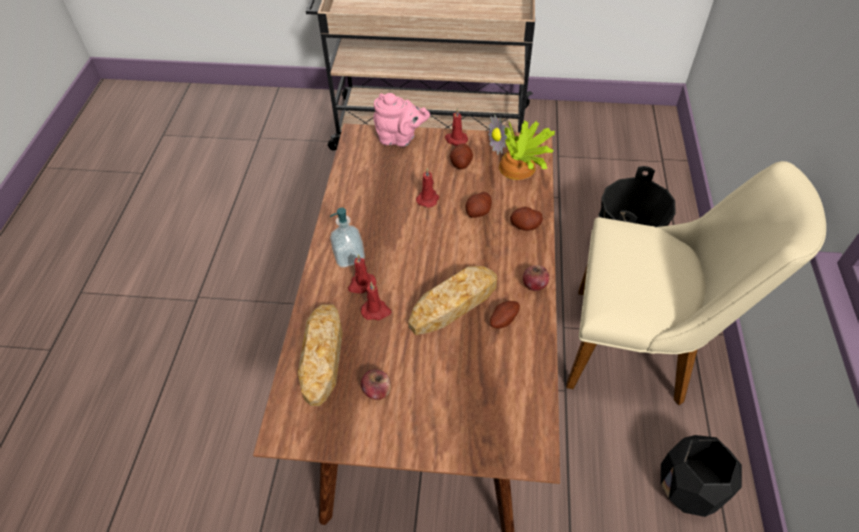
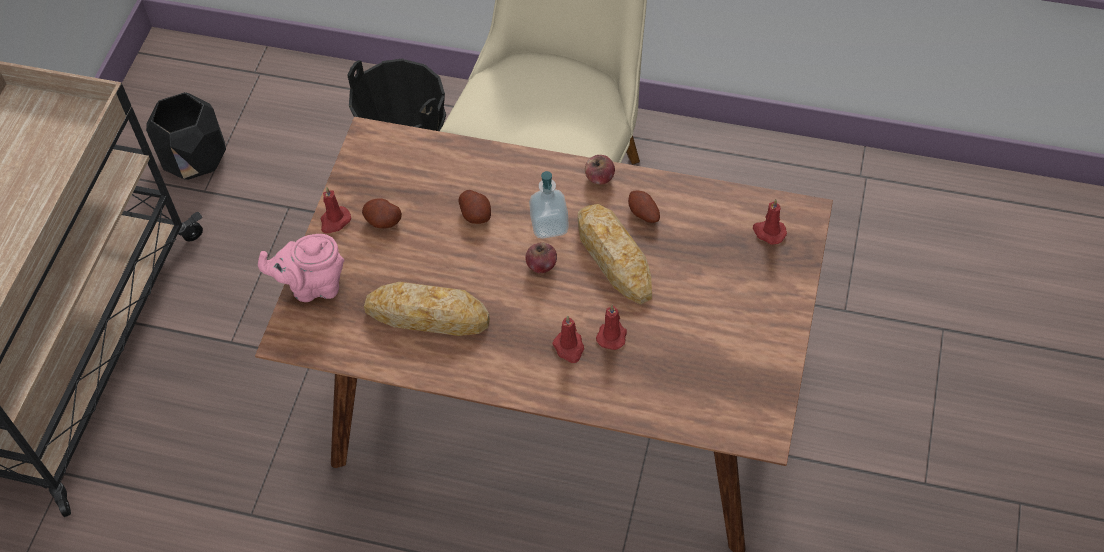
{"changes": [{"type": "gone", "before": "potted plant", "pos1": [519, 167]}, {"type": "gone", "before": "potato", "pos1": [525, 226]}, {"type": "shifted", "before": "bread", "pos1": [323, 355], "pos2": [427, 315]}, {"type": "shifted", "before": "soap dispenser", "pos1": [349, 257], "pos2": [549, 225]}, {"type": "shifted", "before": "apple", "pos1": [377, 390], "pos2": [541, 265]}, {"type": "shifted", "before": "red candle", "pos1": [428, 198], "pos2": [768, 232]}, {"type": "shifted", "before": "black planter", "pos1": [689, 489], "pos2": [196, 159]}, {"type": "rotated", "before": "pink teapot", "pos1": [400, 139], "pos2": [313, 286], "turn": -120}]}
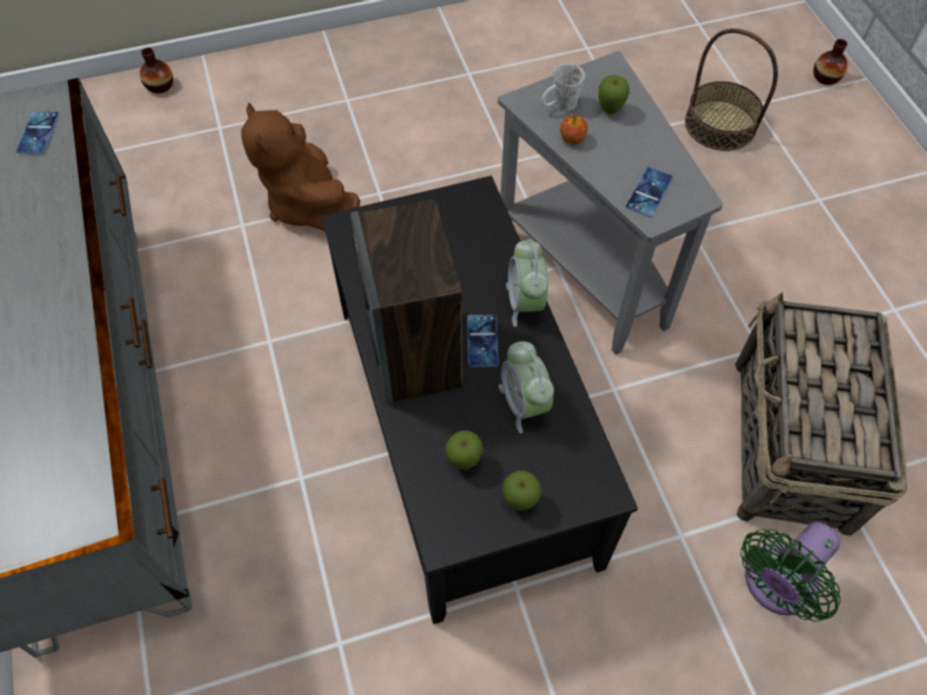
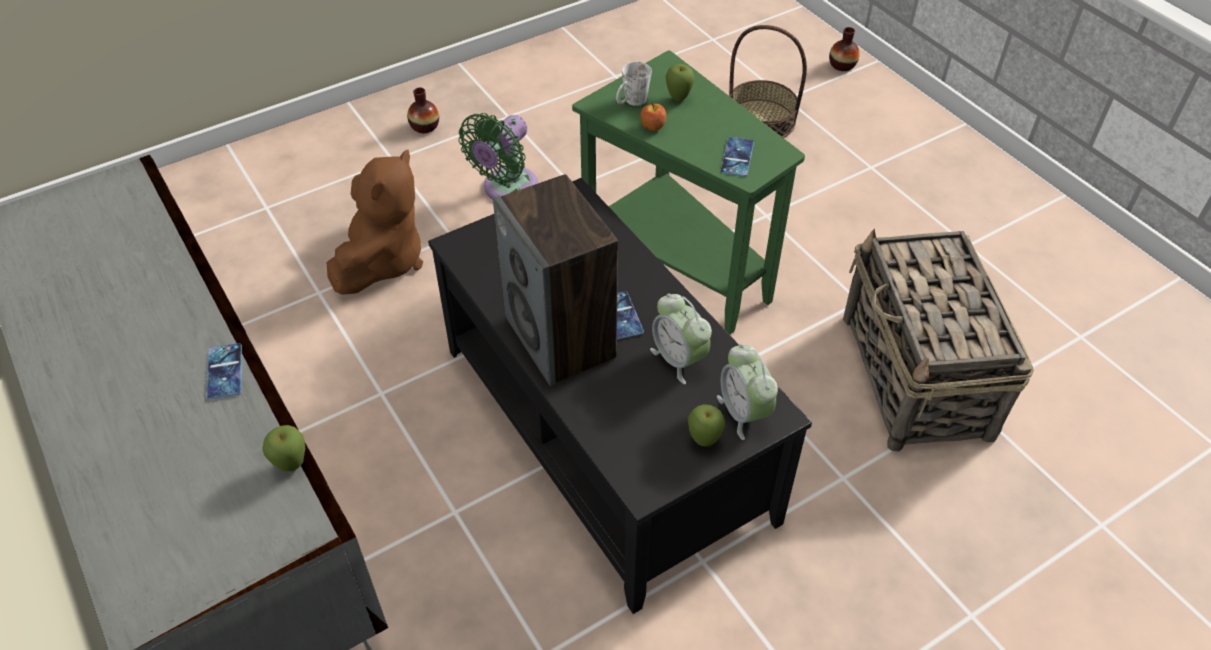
{"changes": [{"type": "shifted", "before": "phone", "pos1": [38, 133], "pos2": [225, 371]}, {"type": "shifted", "before": "vase", "pos1": [160, 86], "pos2": [424, 126]}, {"type": "shifted", "before": "apple", "pos1": [464, 462], "pos2": [292, 465]}, {"type": "shifted", "before": "alarm clock", "pos1": [525, 303], "pos2": [744, 413]}, {"type": "shifted", "before": "green fan", "pos1": [775, 585], "pos2": [507, 189]}, {"type": "repainted", "before": "grey side table", "after": "green side table", "pos1": [585, 268], "pos2": [676, 265]}, {"type": "rotated", "before": "brown plush toy", "pos1": [308, 205], "pos2": [382, 261], "turn": -120}]}
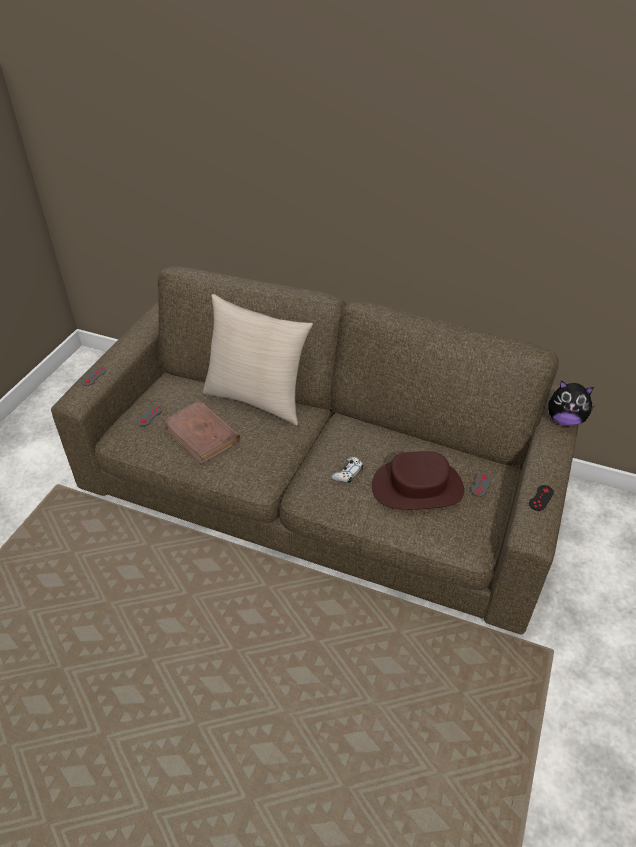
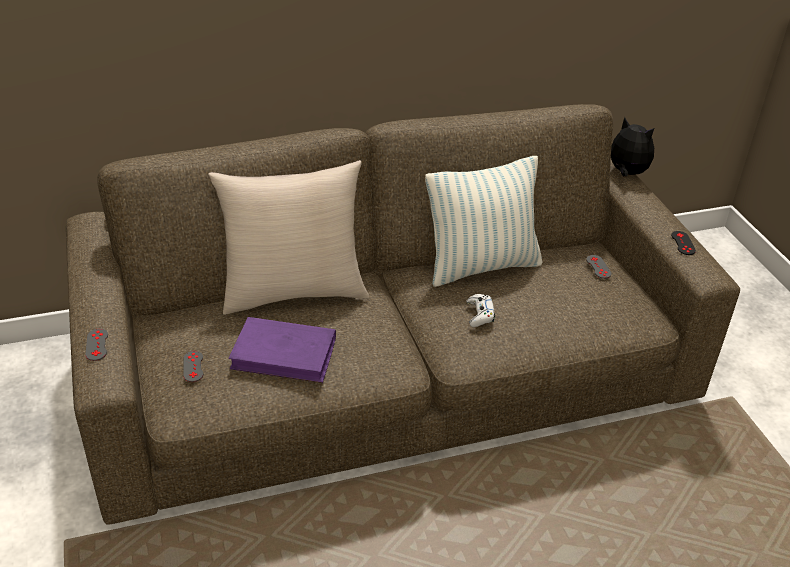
{"changes": [{"type": "gone", "before": "brown hat", "pos1": [417, 488]}, {"type": "new", "after": "pillow", "pos2": [481, 266]}, {"type": "repainted", "before": "brown book", "after": "purple book", "pos1": [201, 435], "pos2": [284, 354]}, {"type": "rotated", "before": "plush toy", "pos1": [565, 420], "pos2": [626, 173], "turn": -120}]}
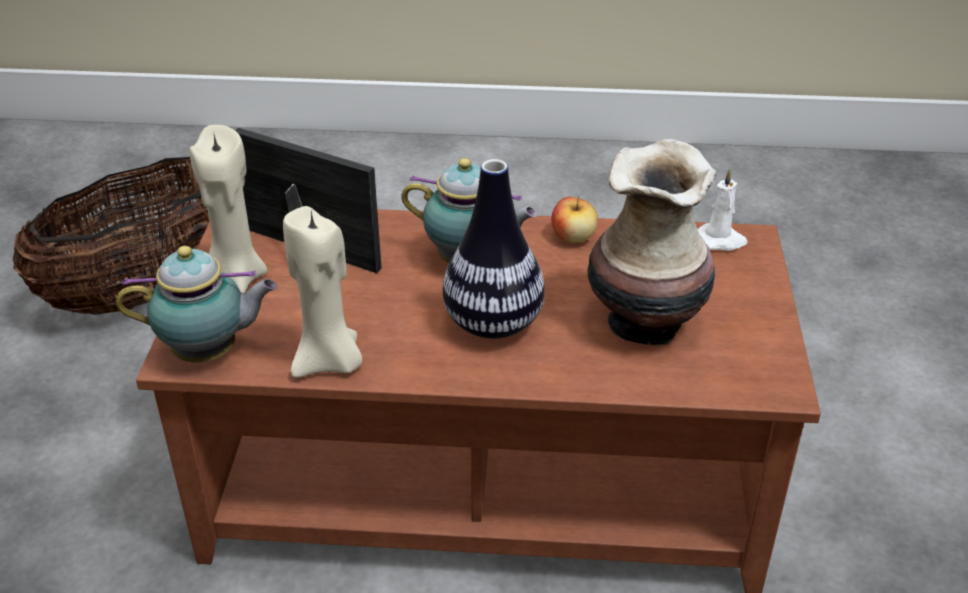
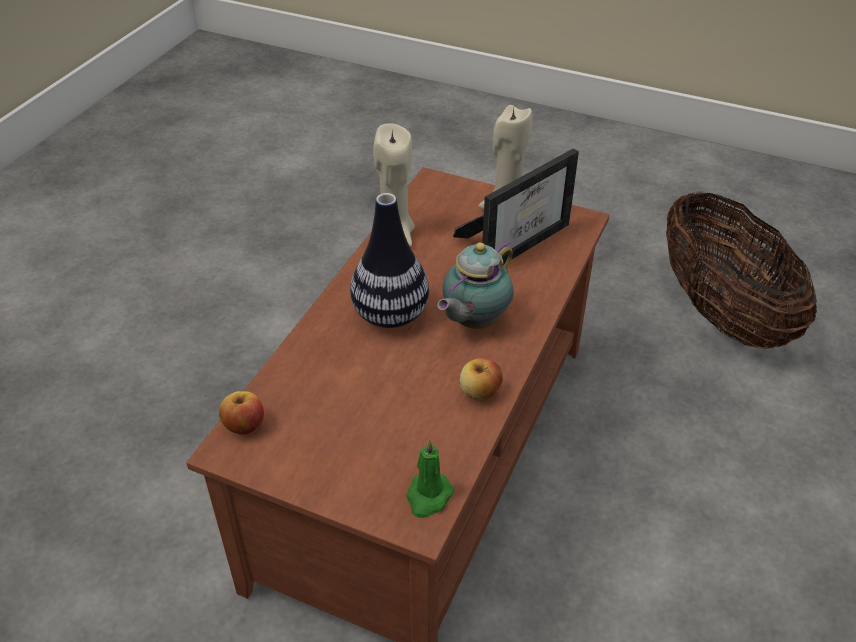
{"changes": [{"type": "gone", "before": "teapot", "pos1": [210, 353]}, {"type": "gone", "before": "vase", "pos1": [646, 322]}, {"type": "new", "after": "apple", "pos2": [244, 425]}, {"type": "repainted", "before": "white candle", "after": "green candle", "pos1": [720, 240], "pos2": [428, 497]}]}
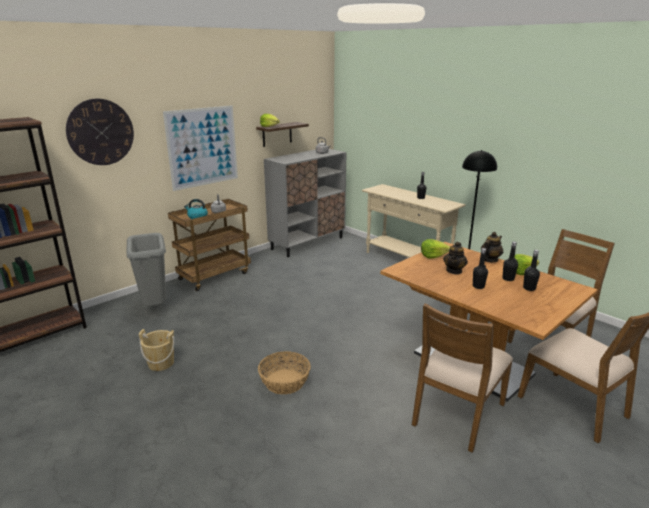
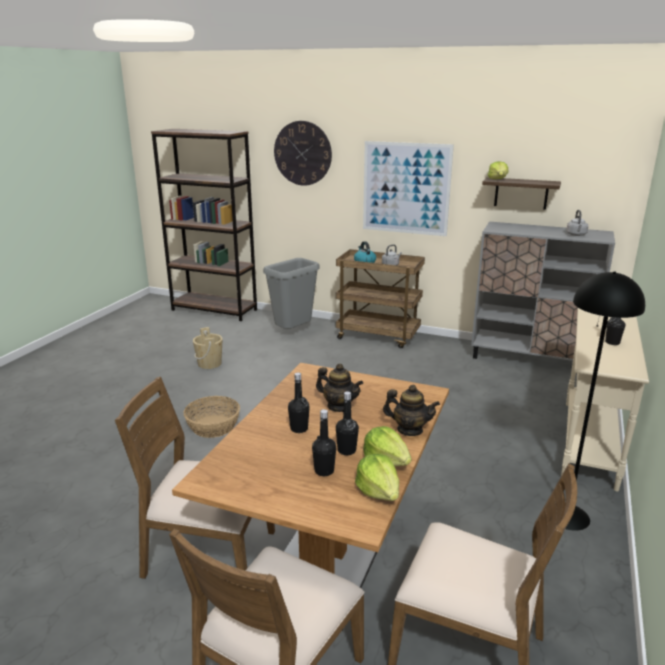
{"changes": [{"type": "shifted", "before": "lettuce", "pos1": [433, 256], "pos2": [378, 491]}, {"type": "rotated", "before": "teapot", "pos1": [454, 271], "pos2": [339, 406], "turn": -150}]}
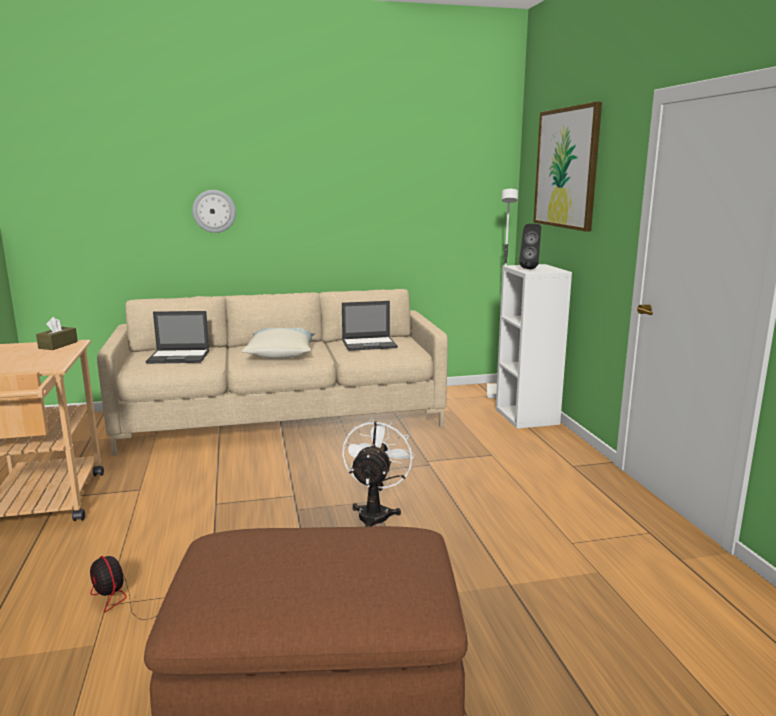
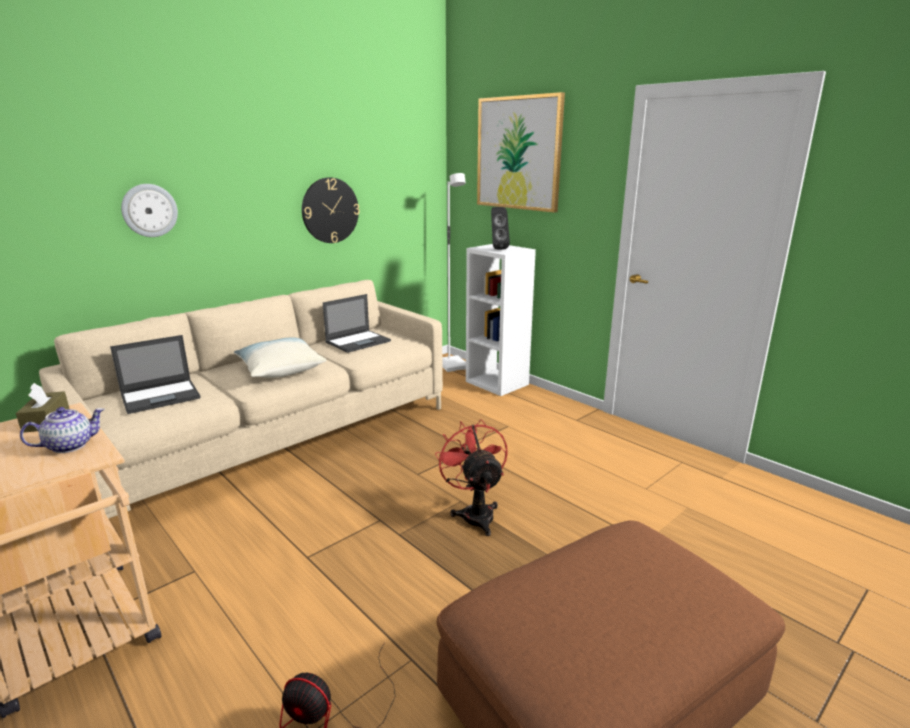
{"changes": [{"type": "new", "after": "teapot", "pos2": [70, 445]}, {"type": "new", "after": "wall clock", "pos2": [330, 210]}, {"type": "repainted", "before": "white fan", "after": "red fan", "pos1": [375, 513], "pos2": [475, 513]}]}
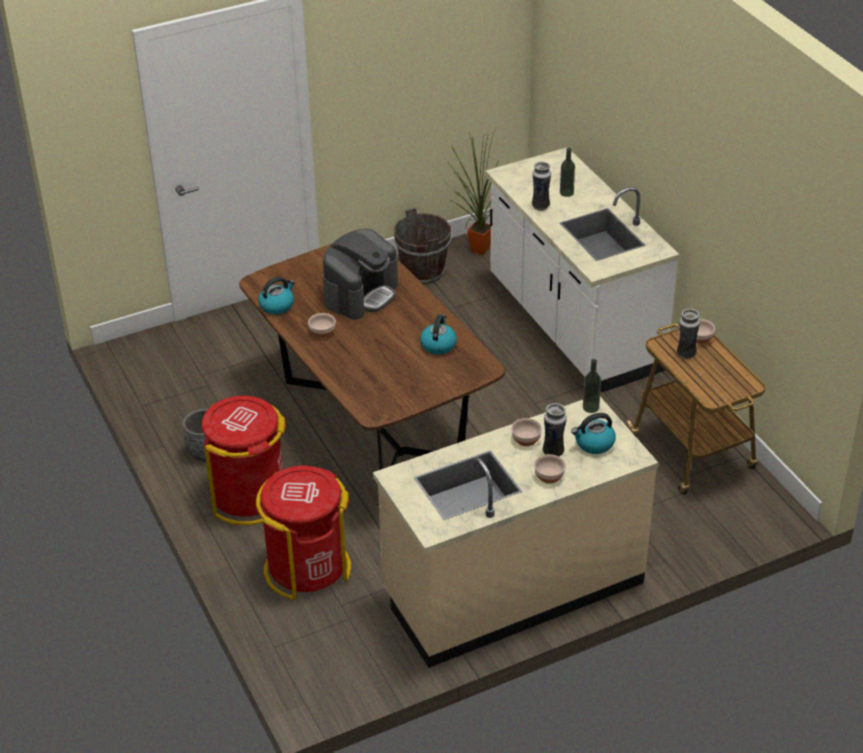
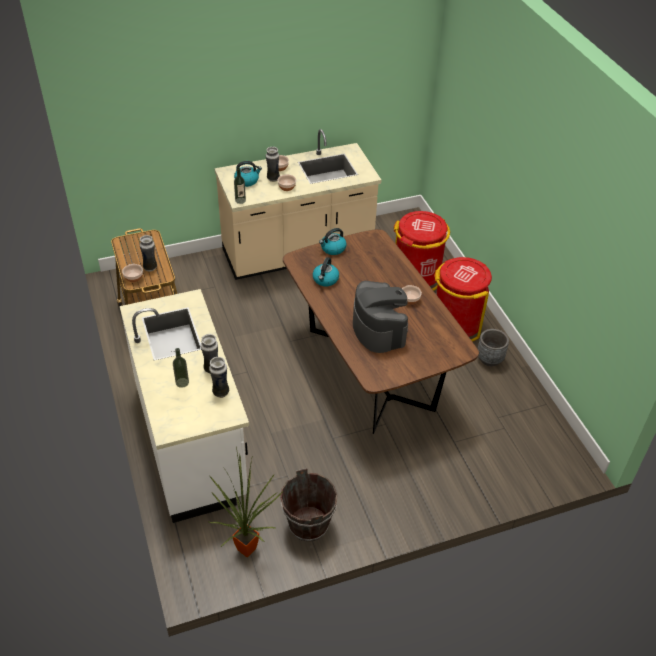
{"changes": [{"type": "new", "after": "vase", "pos2": [220, 392]}, {"type": "shifted", "before": "kettle", "pos1": [277, 305], "pos2": [332, 249]}, {"type": "rotated", "before": "coffee machine", "pos1": [361, 294], "pos2": [379, 329], "turn": 120}]}
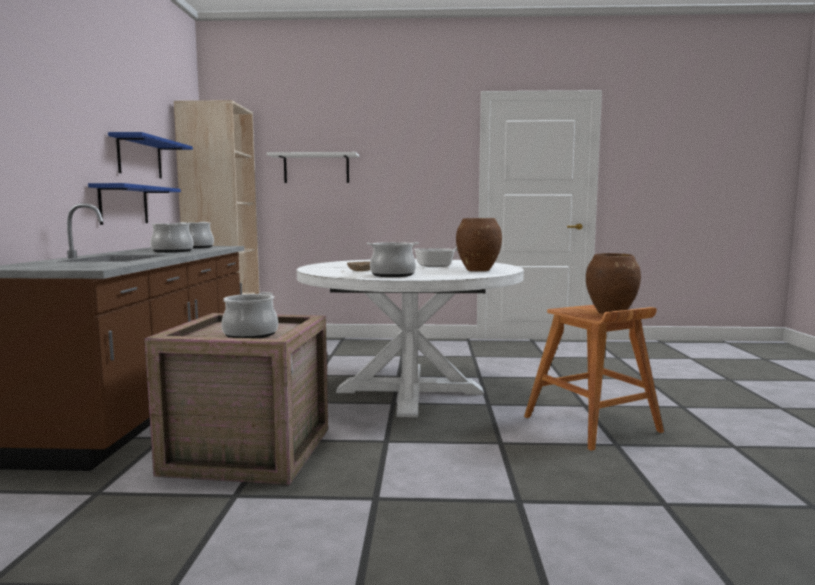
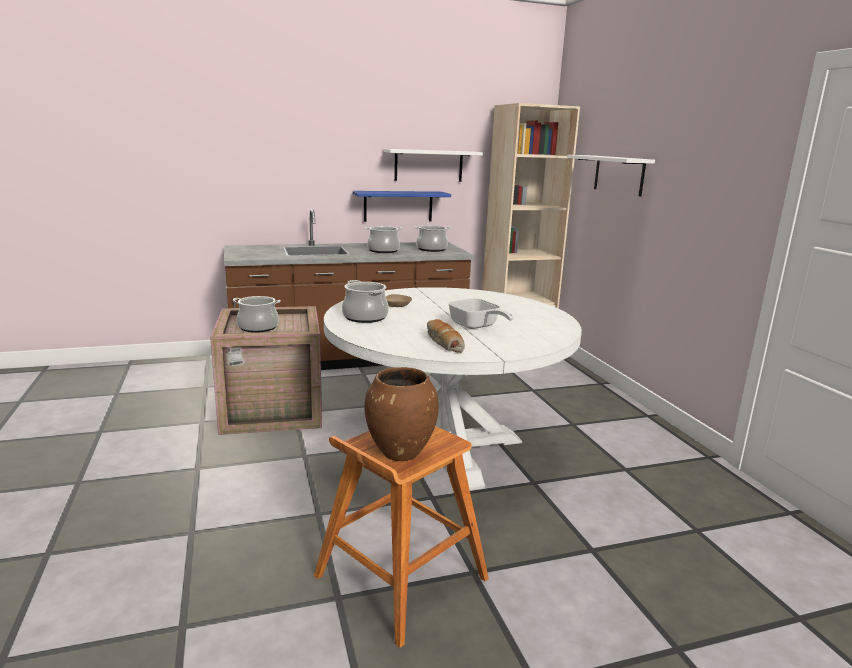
{"changes": [{"type": "swapped", "before": "brown vase", "after": "bread", "pos1": [477, 270], "pos2": [443, 342]}, {"type": "repainted", "before": "blue shelf", "after": "white shelf", "pos1": [140, 158], "pos2": [428, 165]}]}
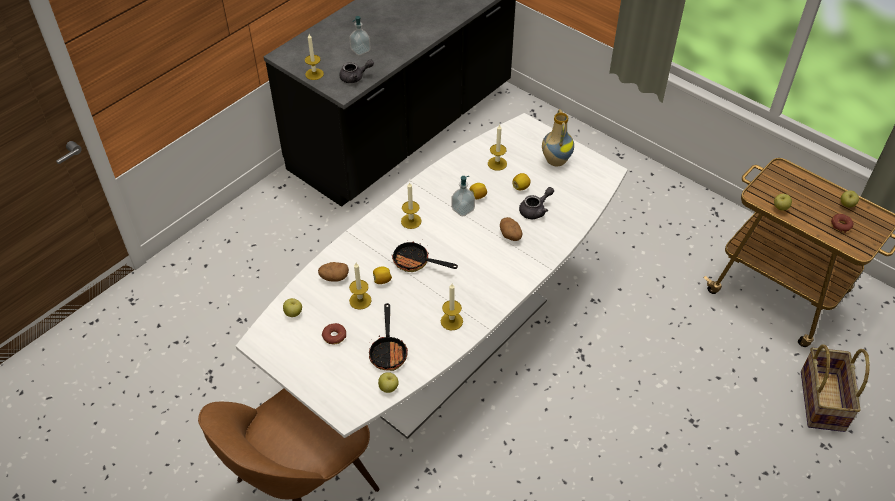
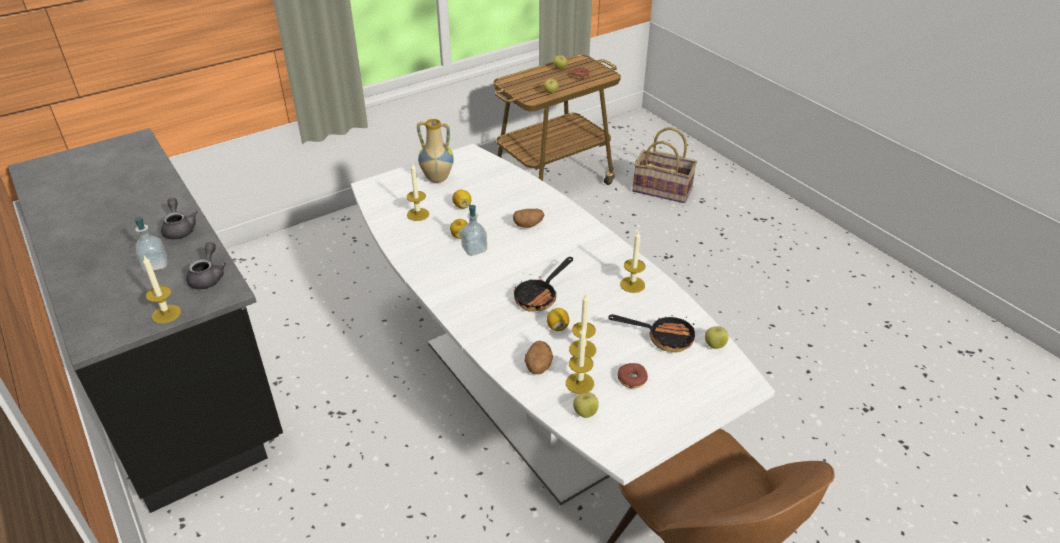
{"changes": [{"type": "shifted", "before": "candle", "pos1": [411, 221], "pos2": [579, 383]}, {"type": "shifted", "before": "grey teapot", "pos1": [535, 210], "pos2": [179, 229]}]}
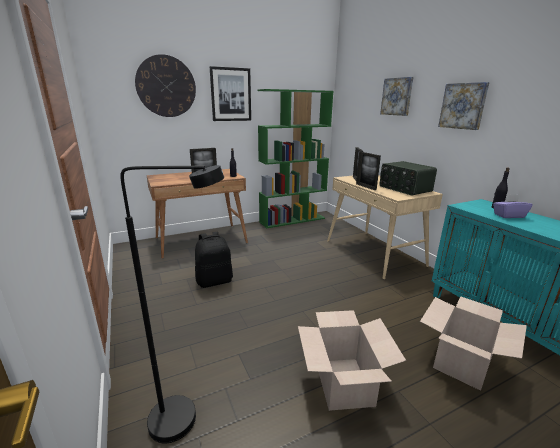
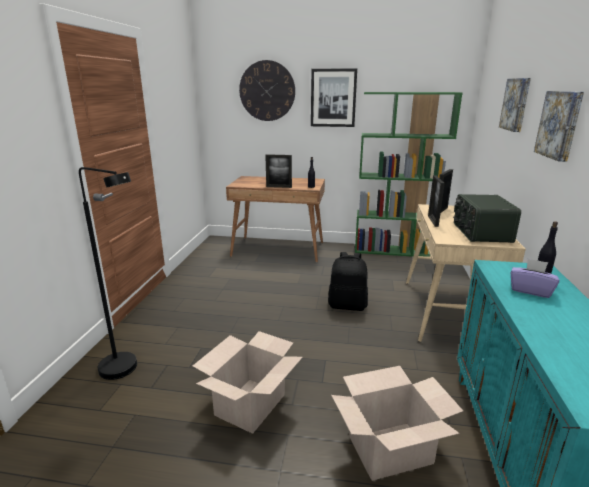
{"changes": [{"type": "shifted", "before": "black backpack", "pos1": [214, 281], "pos2": [347, 305]}]}
